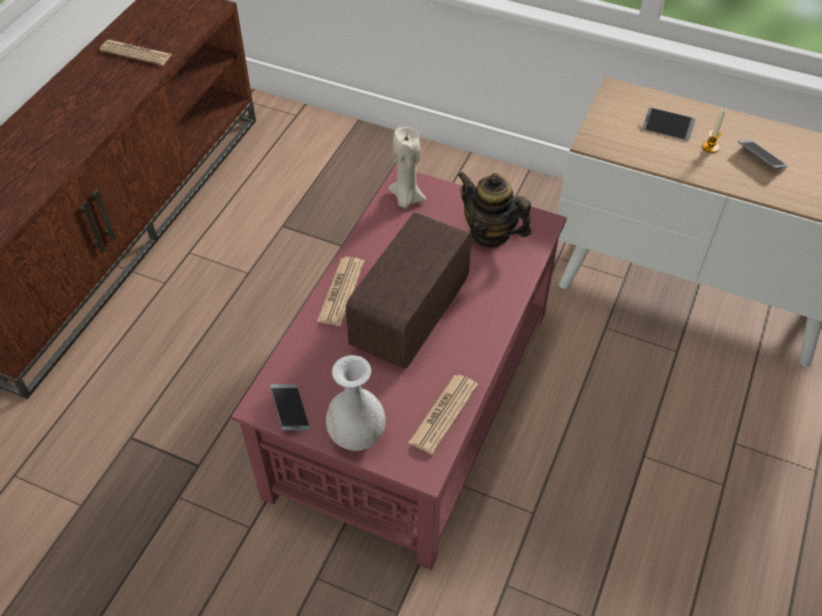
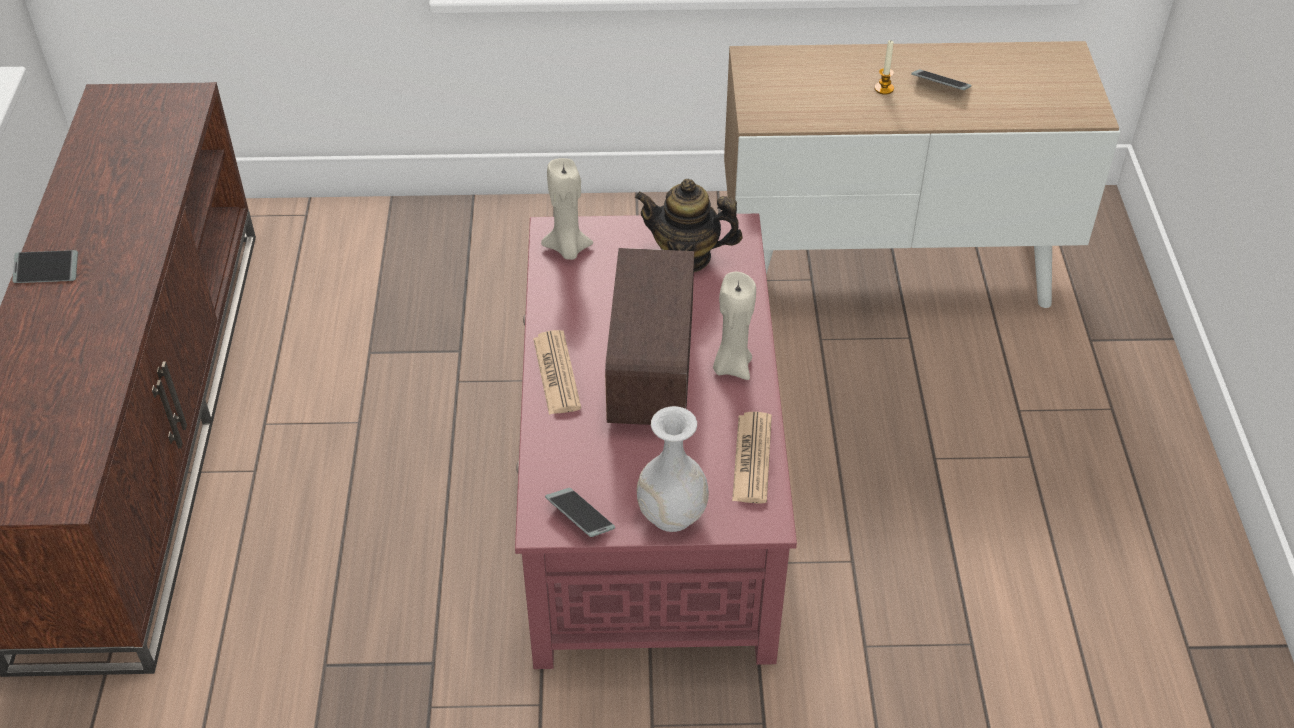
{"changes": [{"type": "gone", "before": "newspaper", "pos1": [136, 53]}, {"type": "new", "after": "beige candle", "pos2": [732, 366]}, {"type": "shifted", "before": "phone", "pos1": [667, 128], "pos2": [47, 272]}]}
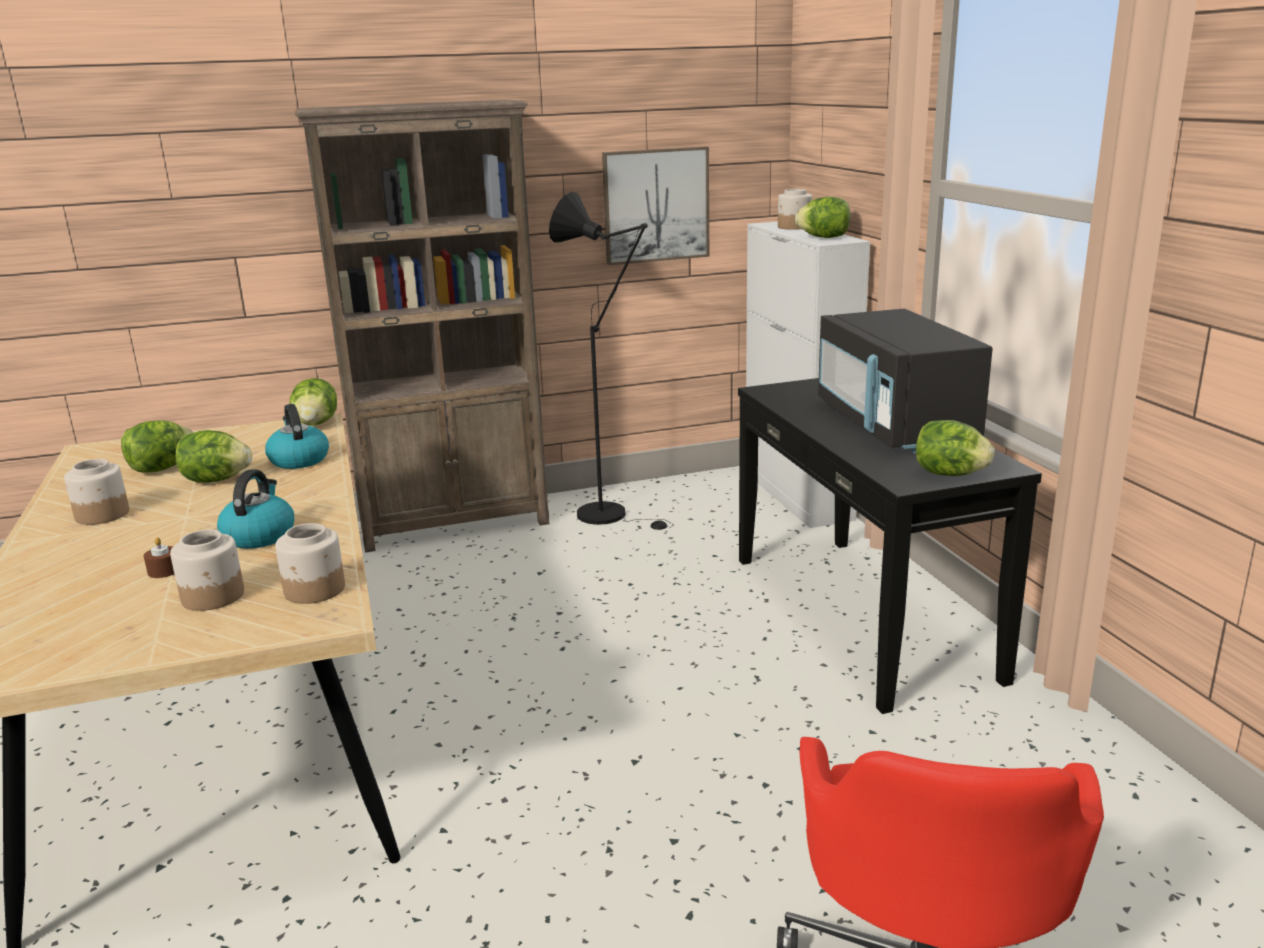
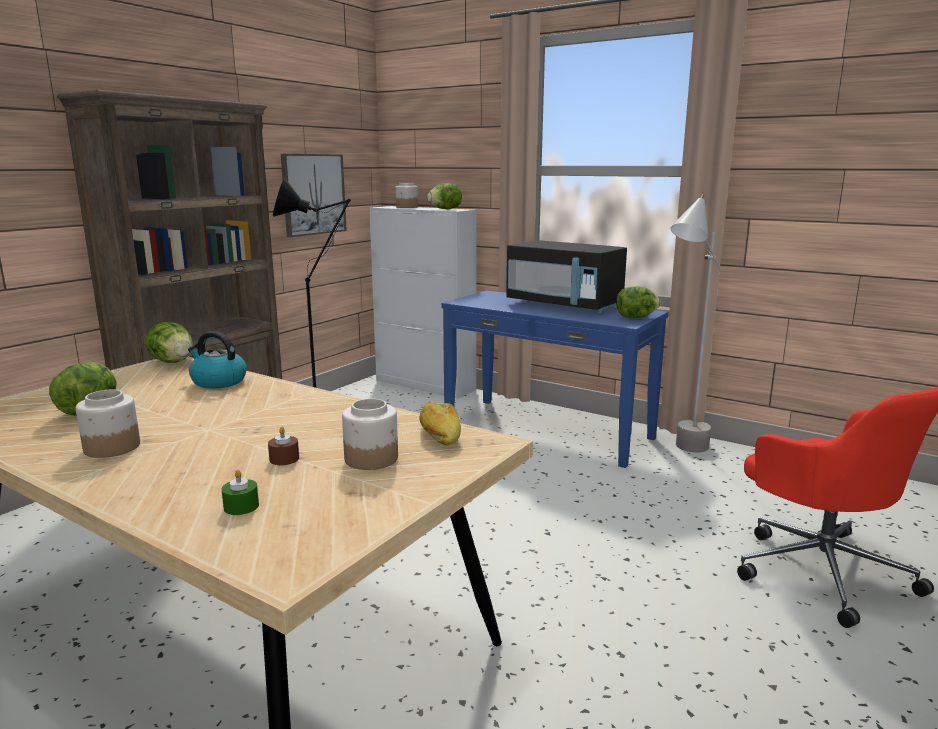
{"changes": [{"type": "gone", "before": "lettuce", "pos1": [216, 480]}, {"type": "gone", "before": "kettle", "pos1": [259, 535]}, {"type": "new", "after": "green candle", "pos2": [241, 506]}, {"type": "new", "after": "grey floor lamp", "pos2": [681, 454]}, {"type": "swapped", "before": "jar", "after": "bread", "pos1": [315, 590], "pos2": [439, 435]}, {"type": "repainted", "before": "black console table", "after": "blue console table", "pos1": [860, 615], "pos2": [547, 430]}]}
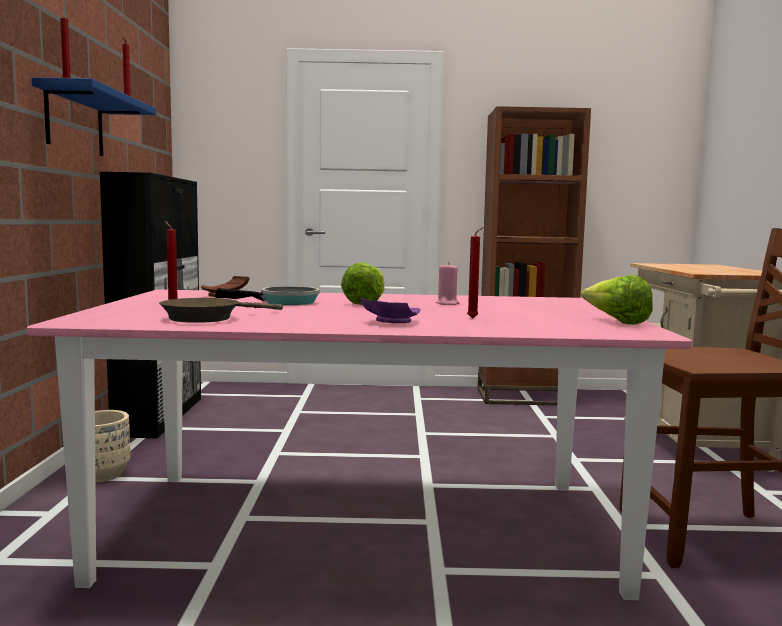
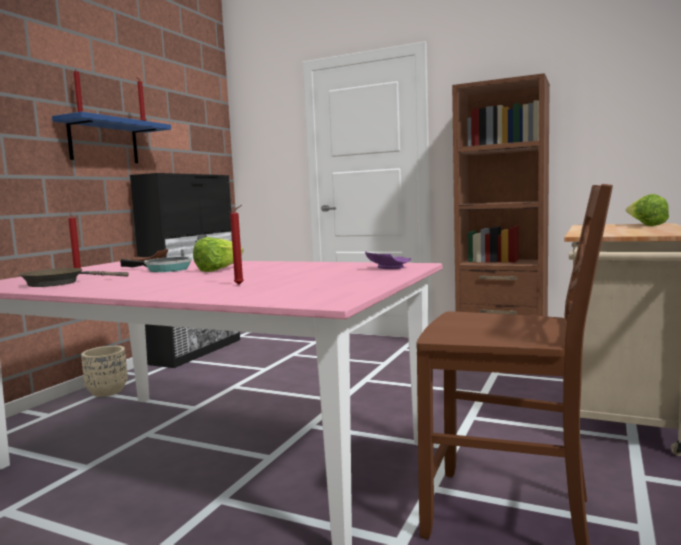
{"changes": [{"type": "gone", "before": "pink candle", "pos1": [447, 303]}, {"type": "shifted", "before": "purple plate", "pos1": [390, 322], "pos2": [387, 268]}, {"type": "shifted", "before": "lettuce", "pos1": [616, 322], "pos2": [645, 225]}]}
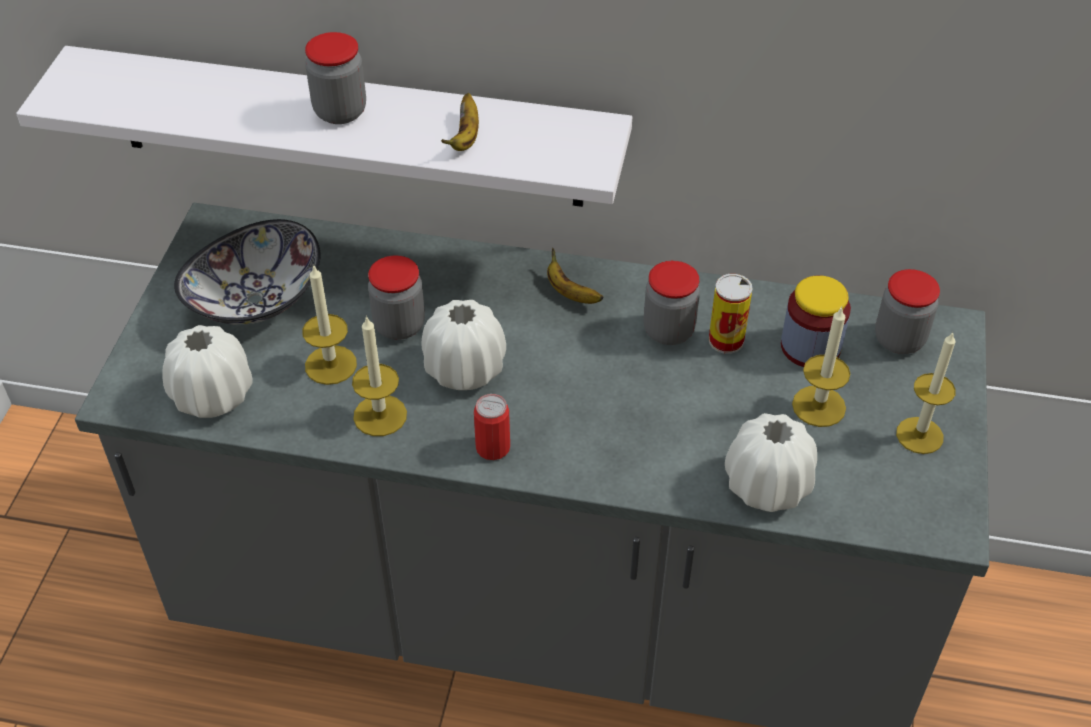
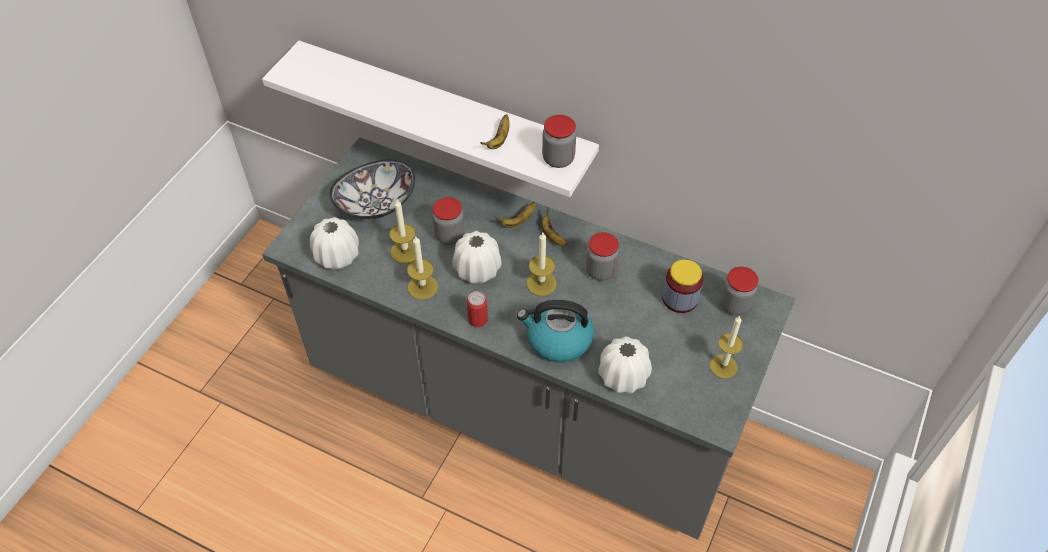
{"changes": [{"type": "gone", "before": "can", "pos1": [726, 340]}, {"type": "new", "after": "banana", "pos2": [518, 221]}, {"type": "new", "after": "kettle", "pos2": [558, 339]}, {"type": "shifted", "before": "jar", "pos1": [340, 111], "pos2": [558, 159]}, {"type": "shifted", "before": "candle", "pos1": [819, 406], "pos2": [541, 283]}]}
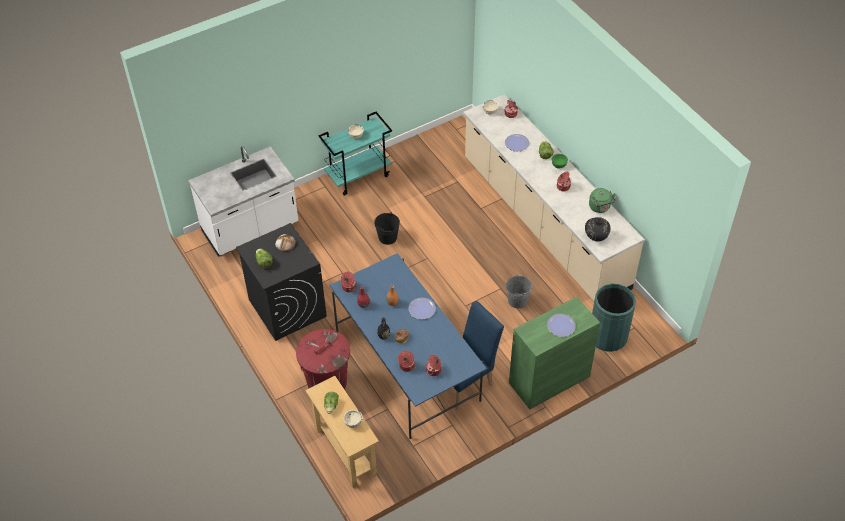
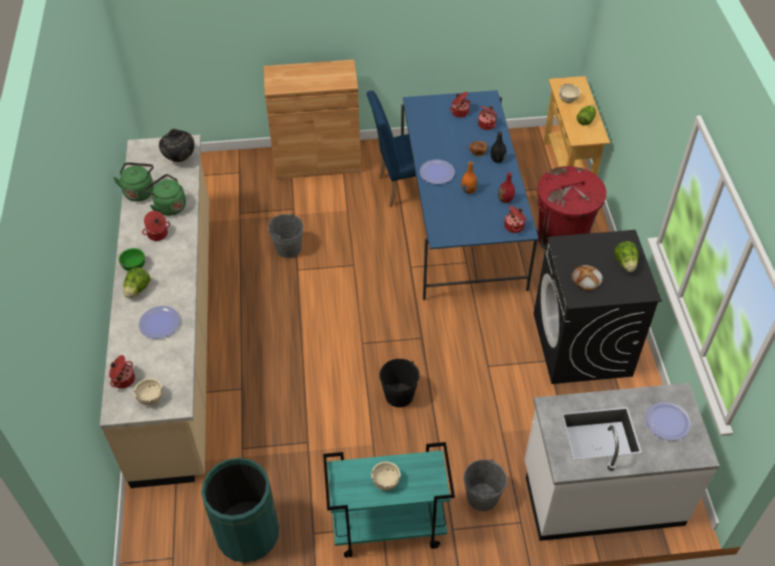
{"changes": [{"type": "new", "after": "green kettle", "pos2": [169, 206]}, {"type": "new", "after": "grey bucket", "pos2": [482, 497]}, {"type": "shifted", "before": "plate", "pos1": [561, 326], "pos2": [668, 422]}, {"type": "shifted", "before": "green trash can", "pos1": [608, 336], "pos2": [248, 533]}, {"type": "repainted", "before": "green cabinet", "after": "brown cabinet", "pos1": [549, 380], "pos2": [317, 161]}]}
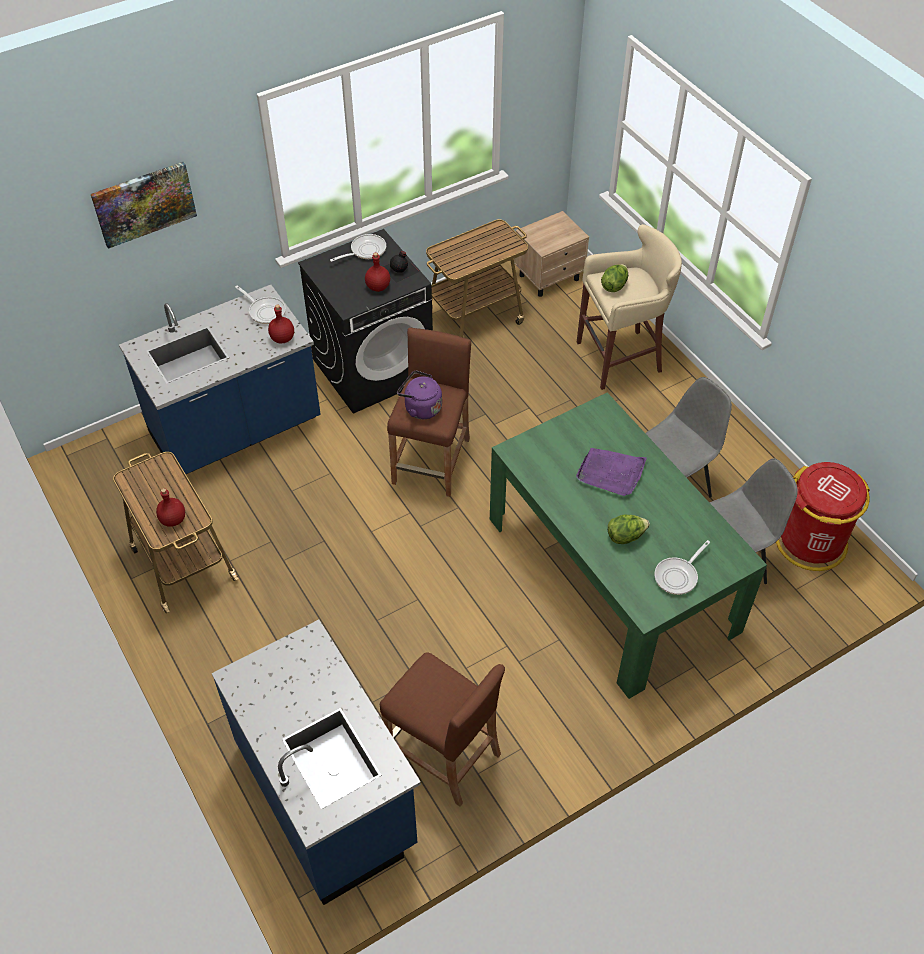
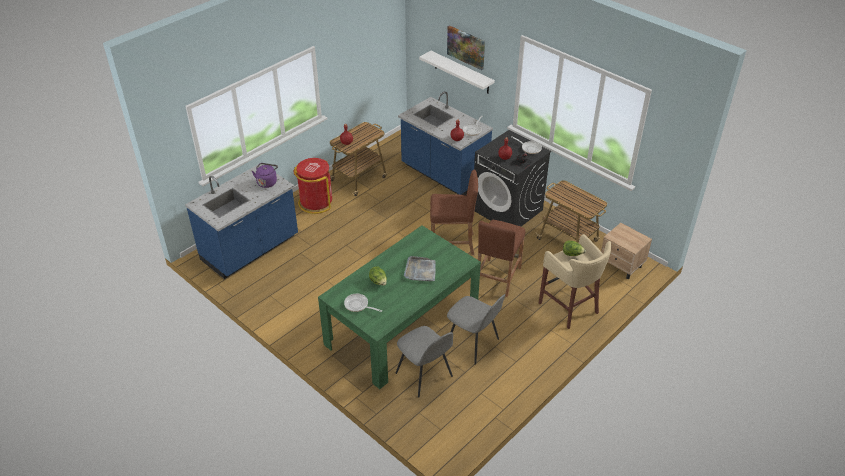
{"changes": [{"type": "new", "after": "white shelf", "pos2": [461, 72]}, {"type": "shifted", "before": "brown stool", "pos1": [443, 754], "pos2": [497, 277]}, {"type": "shifted", "before": "purple kettle", "pos1": [420, 408], "pos2": [267, 182]}, {"type": "shifted", "before": "red trash can", "pos1": [811, 542], "pos2": [316, 202]}, {"type": "repainted", "before": "purple tray", "after": "grey tray", "pos1": [610, 473], "pos2": [420, 271]}]}
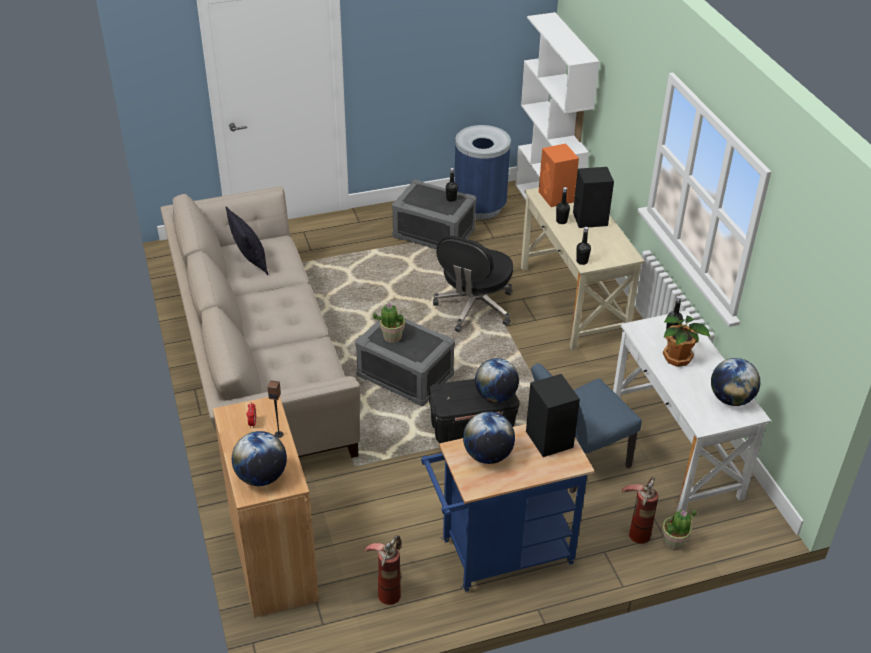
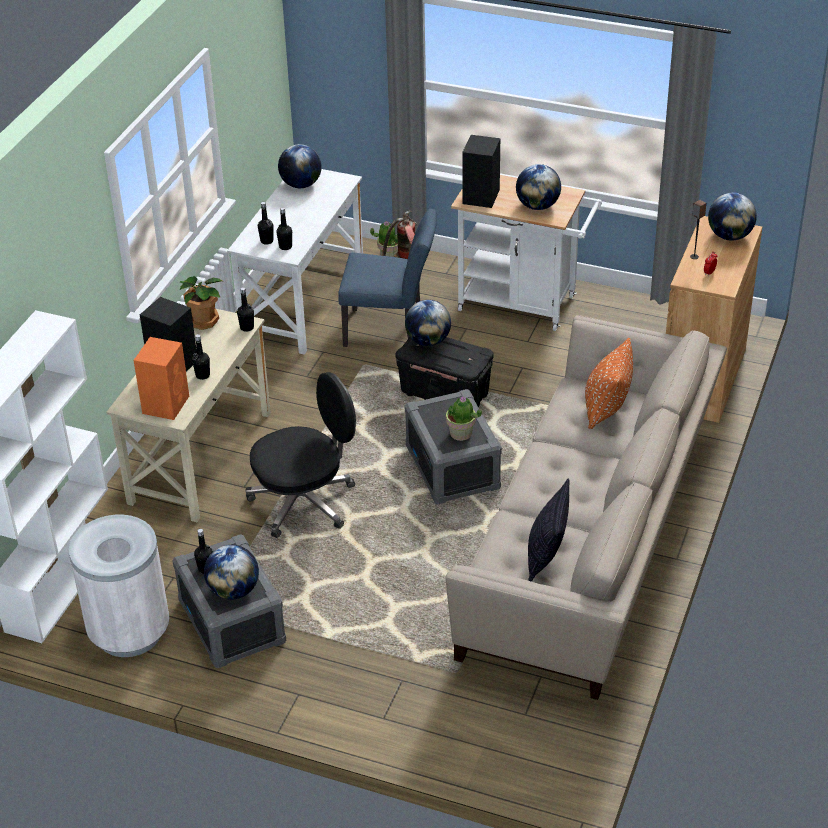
{"changes": [{"type": "gone", "before": "fire extinguisher", "pos1": [389, 587]}, {"type": "new", "after": "globe", "pos2": [233, 591]}, {"type": "new", "after": "black bottle", "pos2": [285, 247]}, {"type": "new", "after": "orange pillow", "pos2": [606, 408]}, {"type": "shifted", "before": "potted plant", "pos1": [678, 358], "pos2": [203, 320]}, {"type": "repainted", "before": "blue cart", "after": "white cart", "pos1": [499, 555], "pos2": [524, 304]}, {"type": "repainted", "before": "blue trash can", "after": "white trash can", "pos1": [480, 207], "pos2": [129, 632]}]}
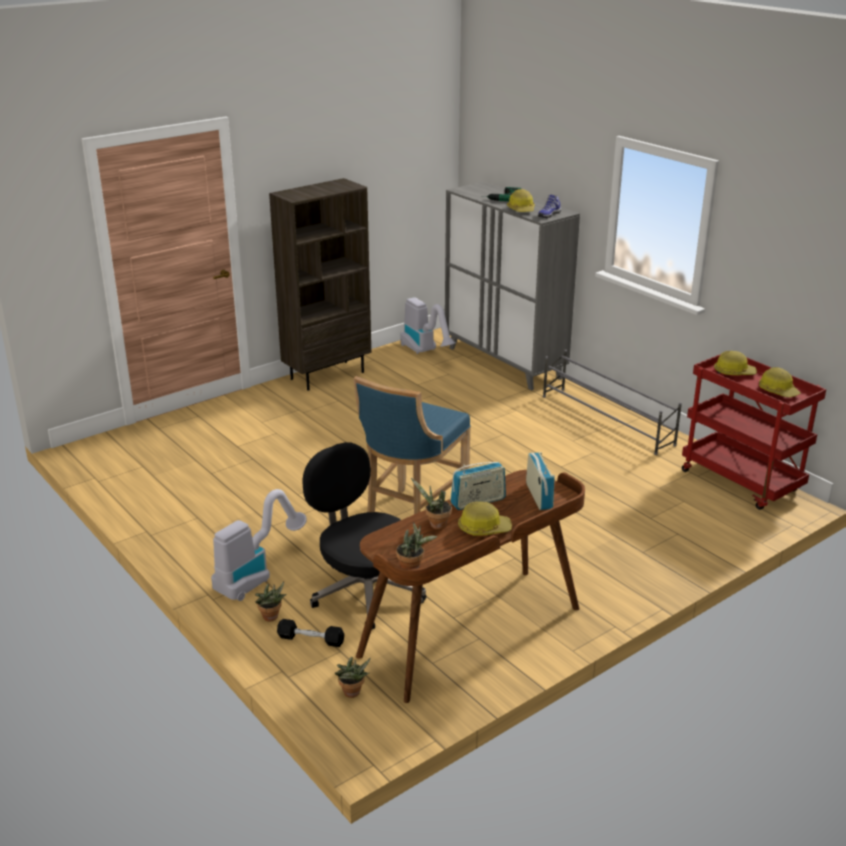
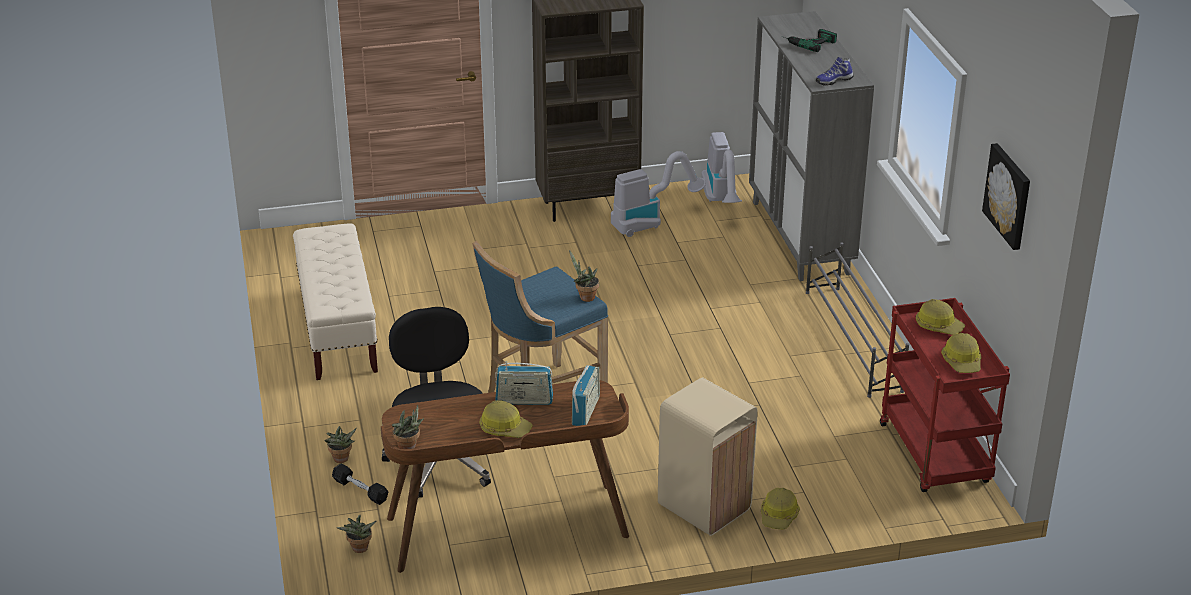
{"changes": [{"type": "new", "after": "beige bench", "pos2": [338, 330]}, {"type": "new", "after": "beige trash can", "pos2": [704, 507]}, {"type": "new", "after": "picture", "pos2": [1009, 195]}, {"type": "shifted", "before": "vacuum cleaner", "pos1": [256, 575], "pos2": [651, 222]}, {"type": "shifted", "before": "potted plant", "pos1": [435, 525], "pos2": [585, 297]}, {"type": "shifted", "before": "hard hat", "pos1": [521, 210], "pos2": [779, 516]}]}
